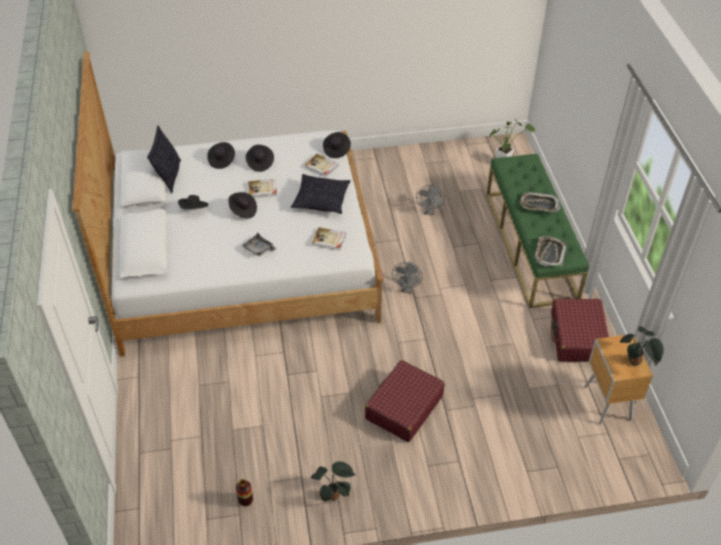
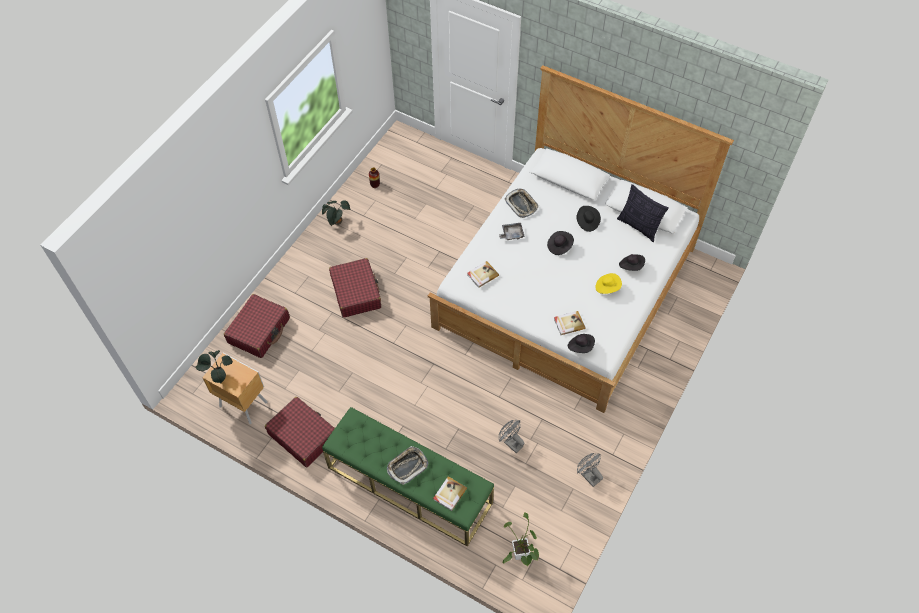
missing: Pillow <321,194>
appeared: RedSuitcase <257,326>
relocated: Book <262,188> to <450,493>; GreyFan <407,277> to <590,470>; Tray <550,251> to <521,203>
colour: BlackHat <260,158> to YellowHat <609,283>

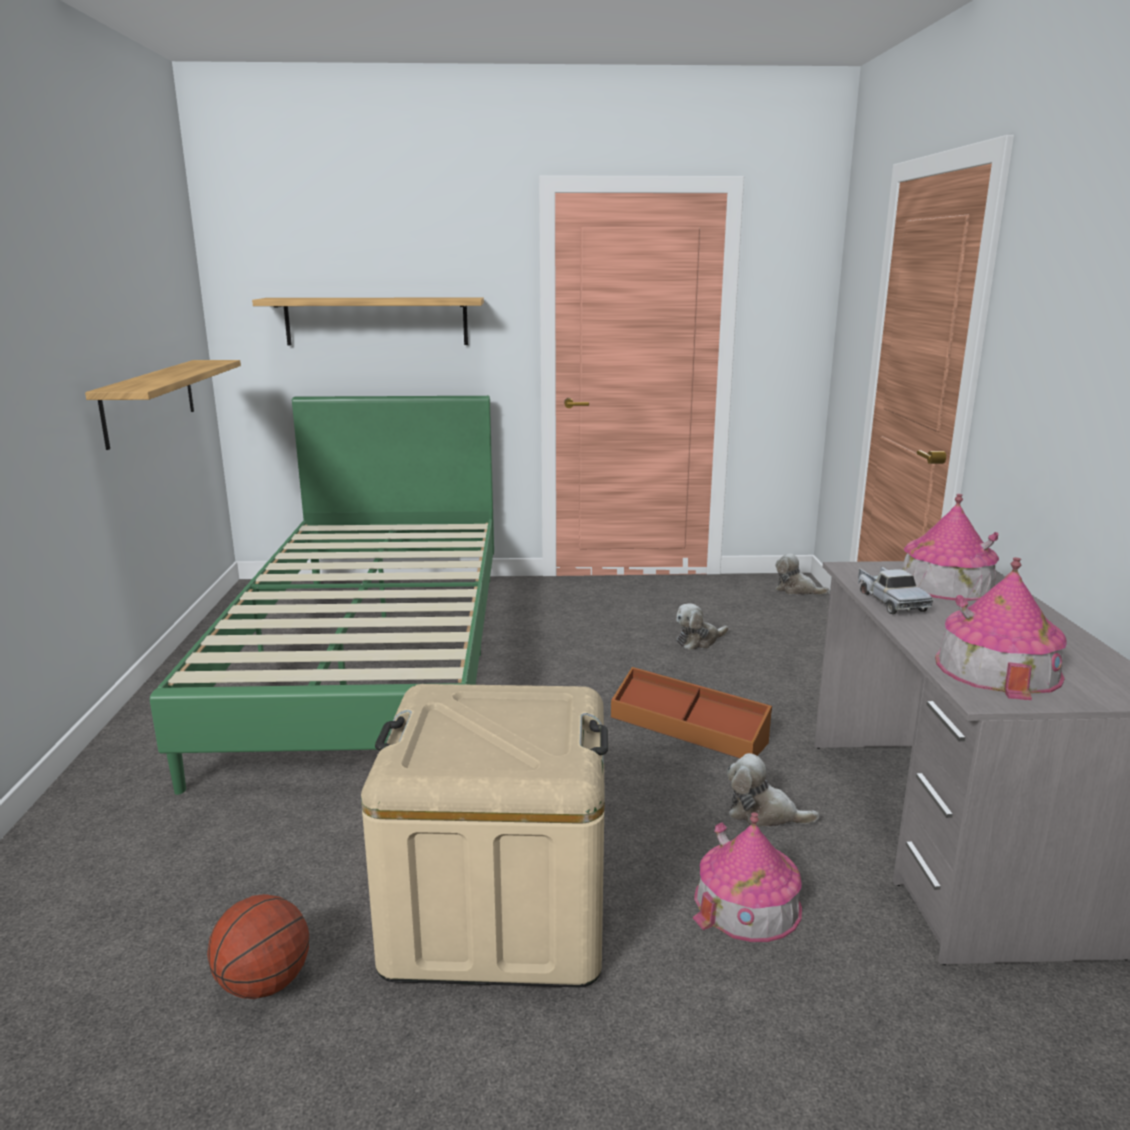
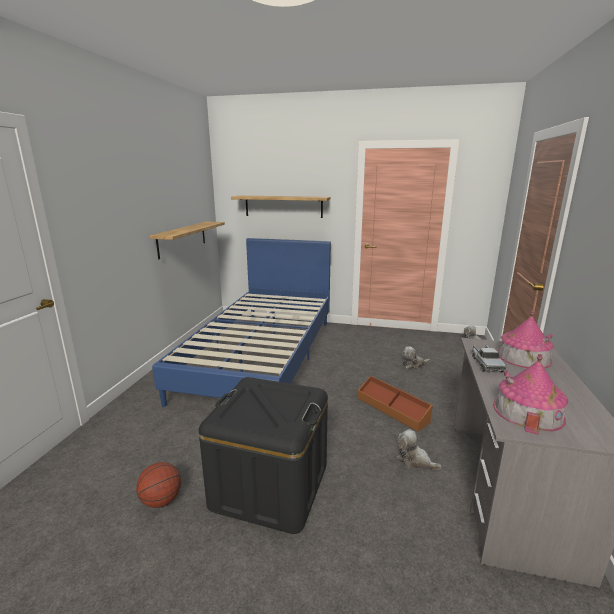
missing: ToyHouse <747,877>
colour: GreenBed <322,595> to BlueBed <241,322>; BeigeStorageBox <484,835> to BlackStorageBox <263,455>

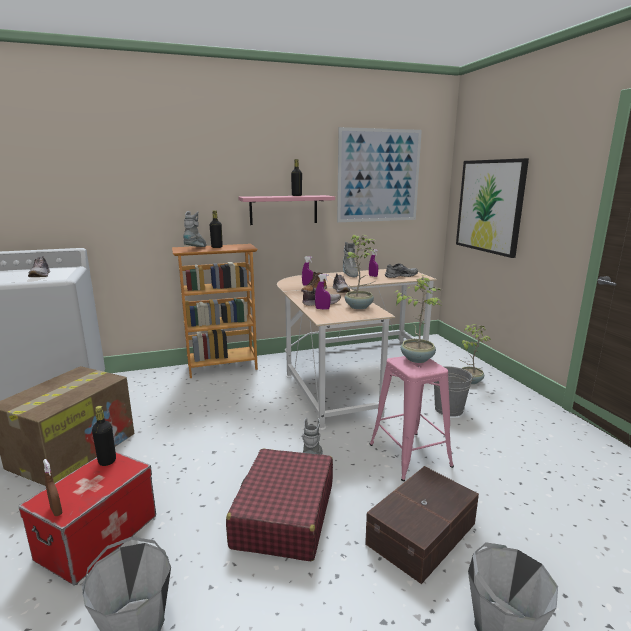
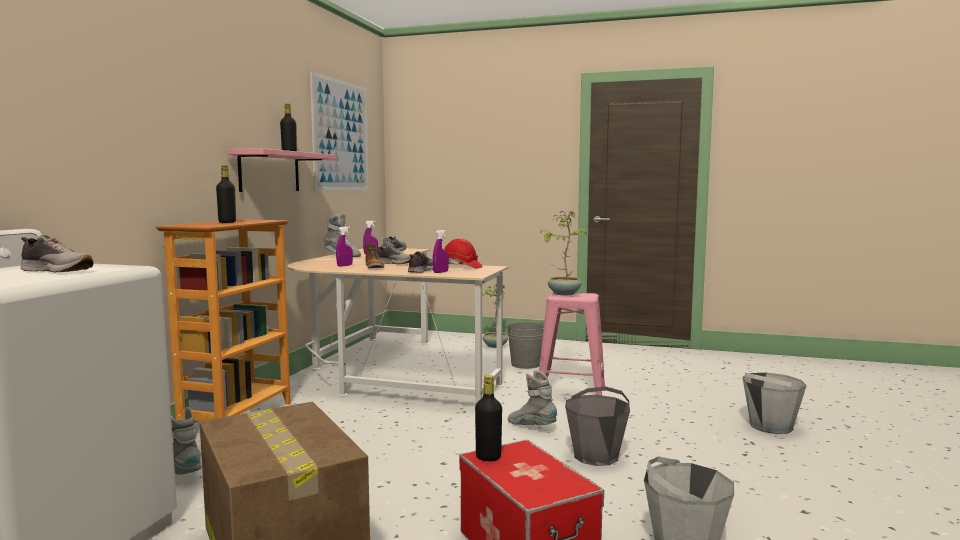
missing: BrownSprayBottle <52,487>; BrownStorageBox <422,525>; Picture <492,208>
relocated: GreyBoot <195,229> to <186,441>
exchanged: RedSuitcase <279,505> to GreyBucket <597,426>; PottedPlant <359,272> to RedHardHat <463,253>

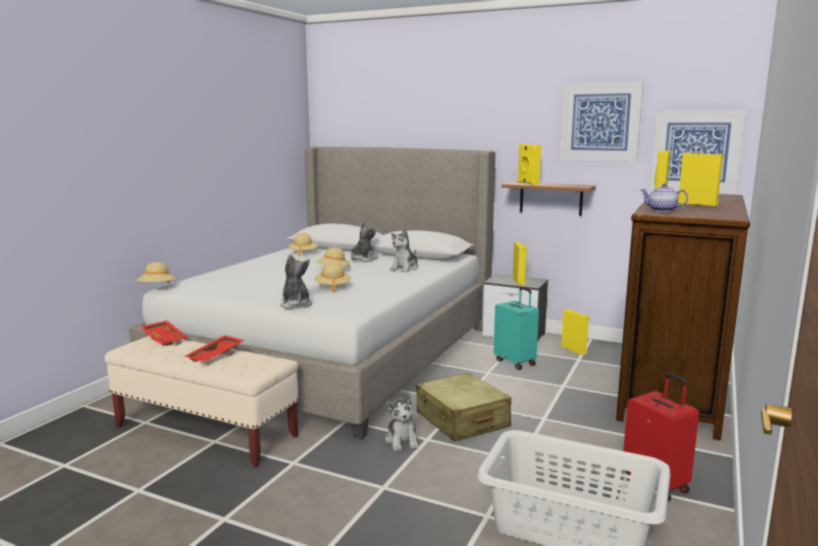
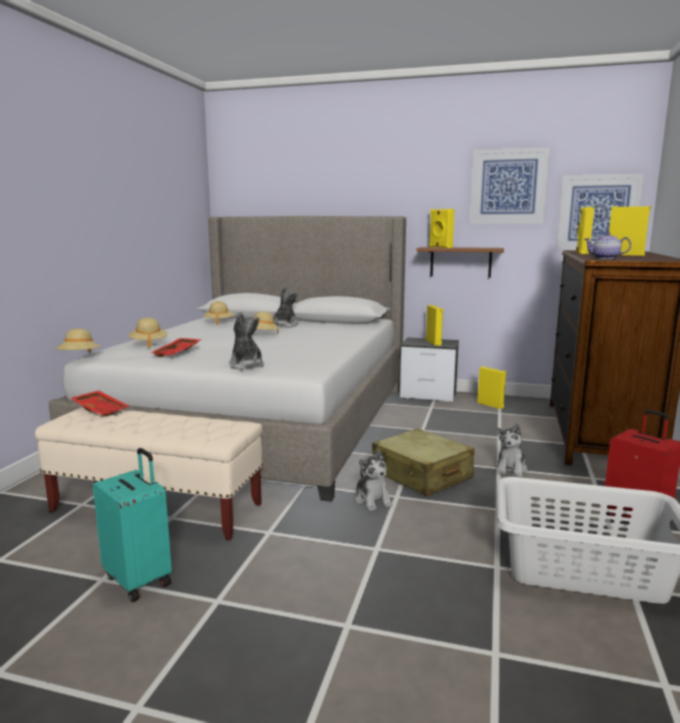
relocated: RedTray <214,348> to <176,347>; BeigeHat <332,277> to <148,333>; PlushToy <404,250> to <511,450>; TurquoiseSuitcase <516,328> to <132,525>

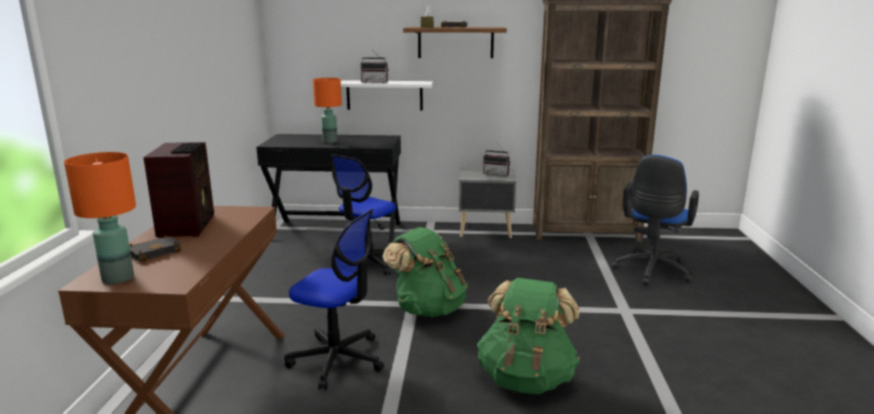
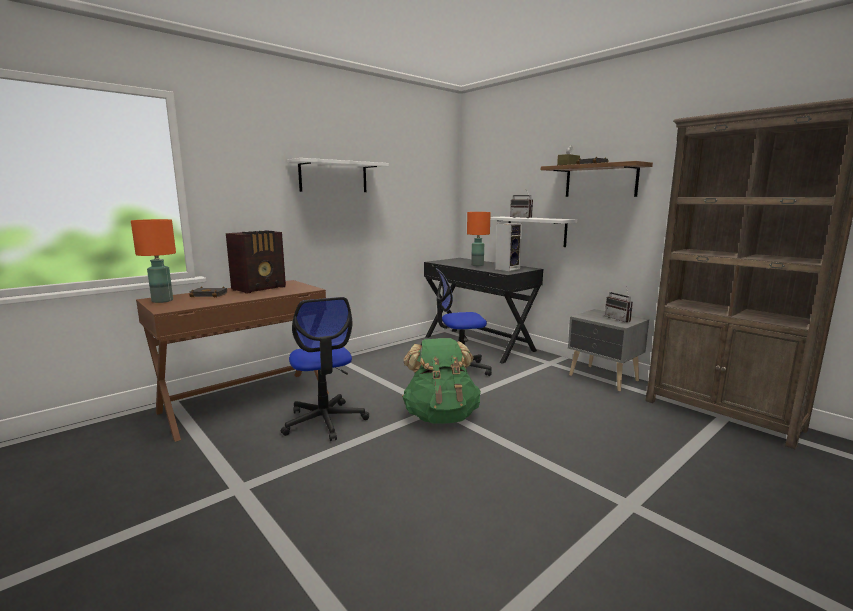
missing: GreenBackpack <528,336>; BlueOfficeChair <655,220>
appeared: WhiteShelf <338,175>; Speaker <508,247>

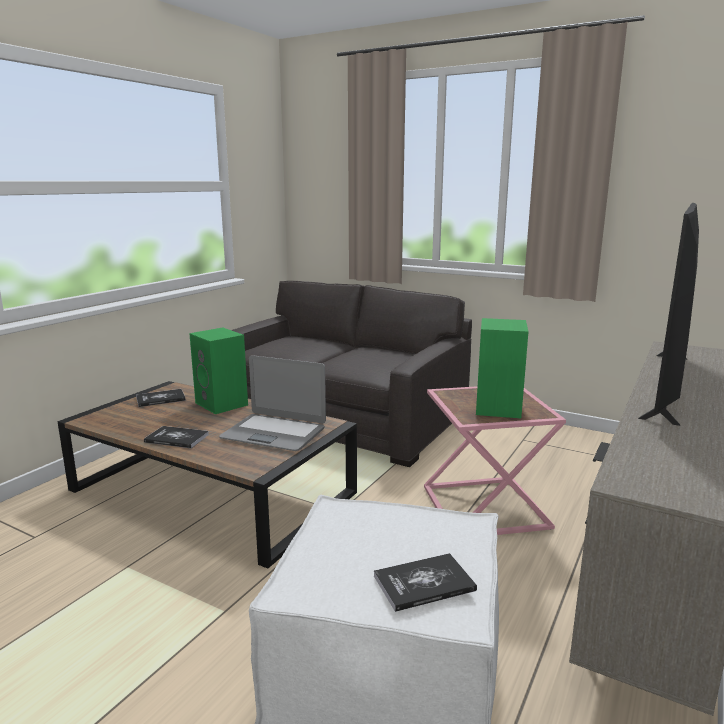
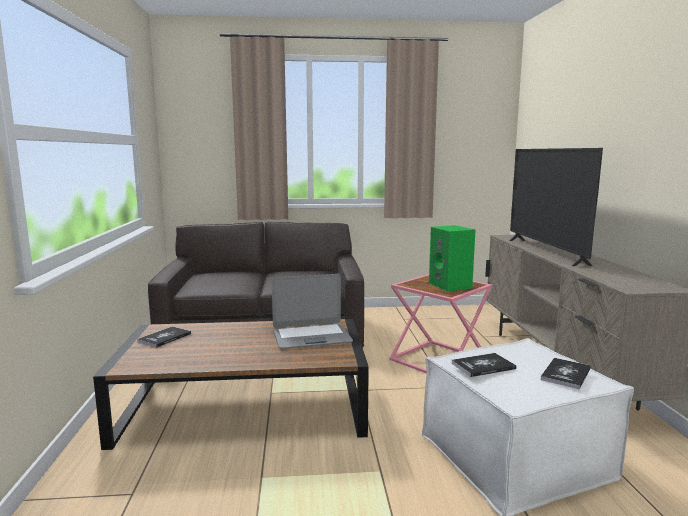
missing: GreenSpeaker <218,370>
relocated: Book <176,437> to <483,365>

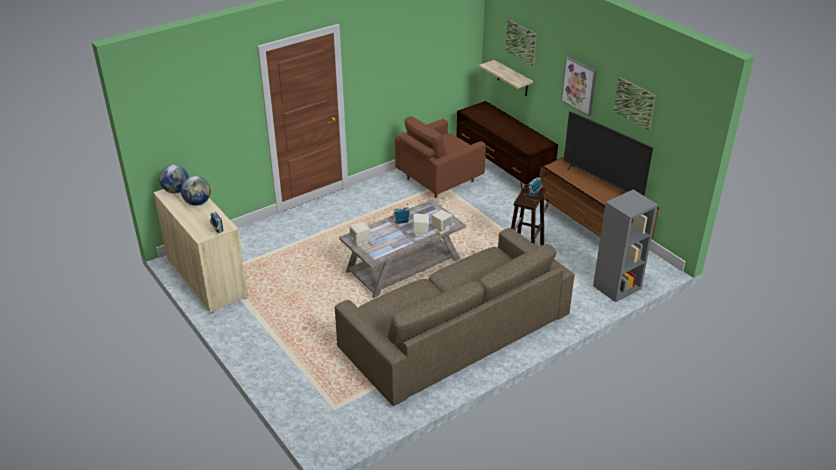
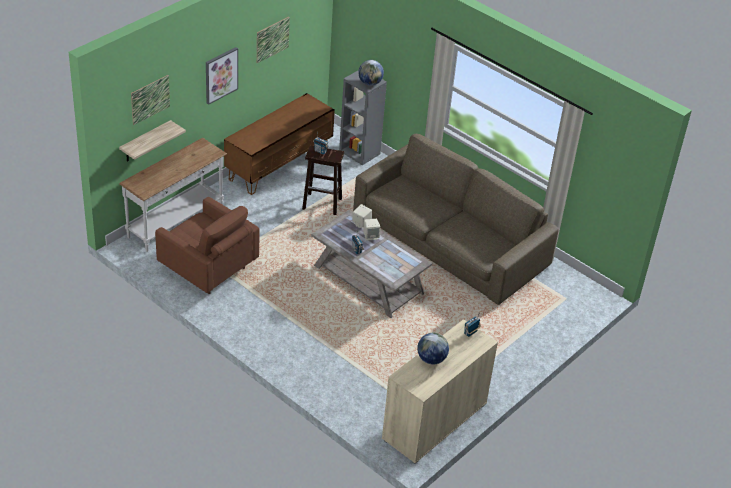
missing: BeigeSpeaker <359,234>; Television <608,153>
relocated: Globe <174,179> to <371,73>
exchanged: BrownTvStand <507,145> to WhiteConsoleTable <173,195>

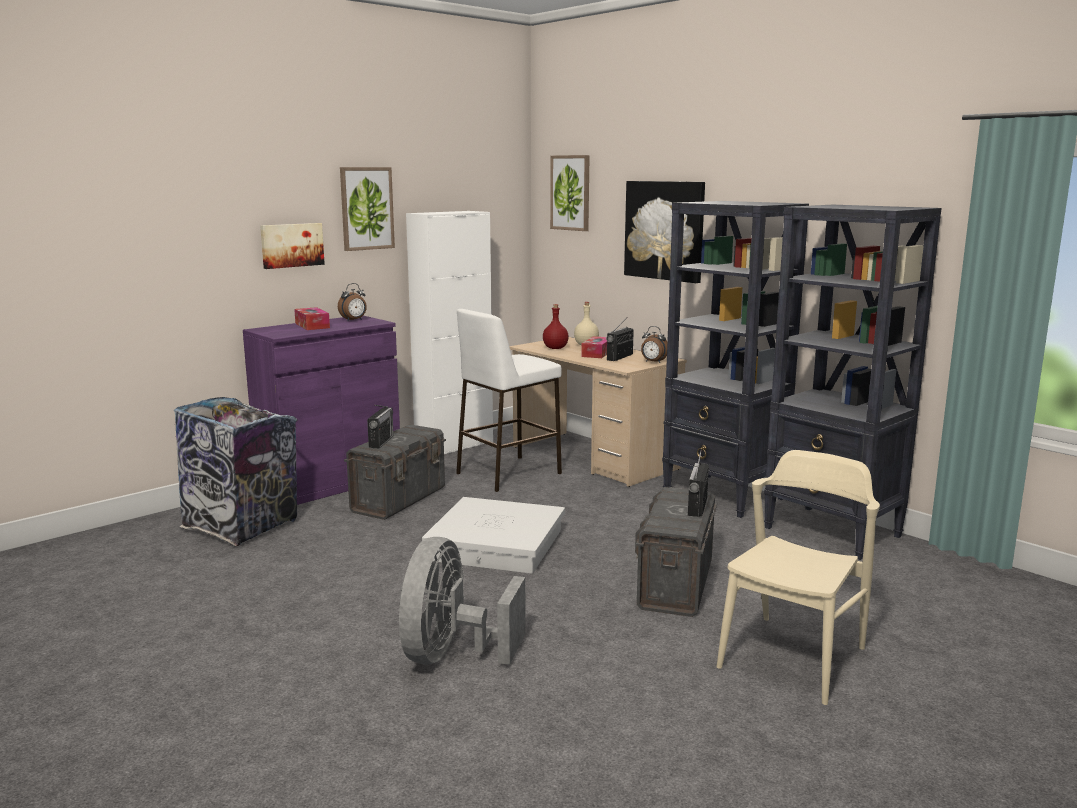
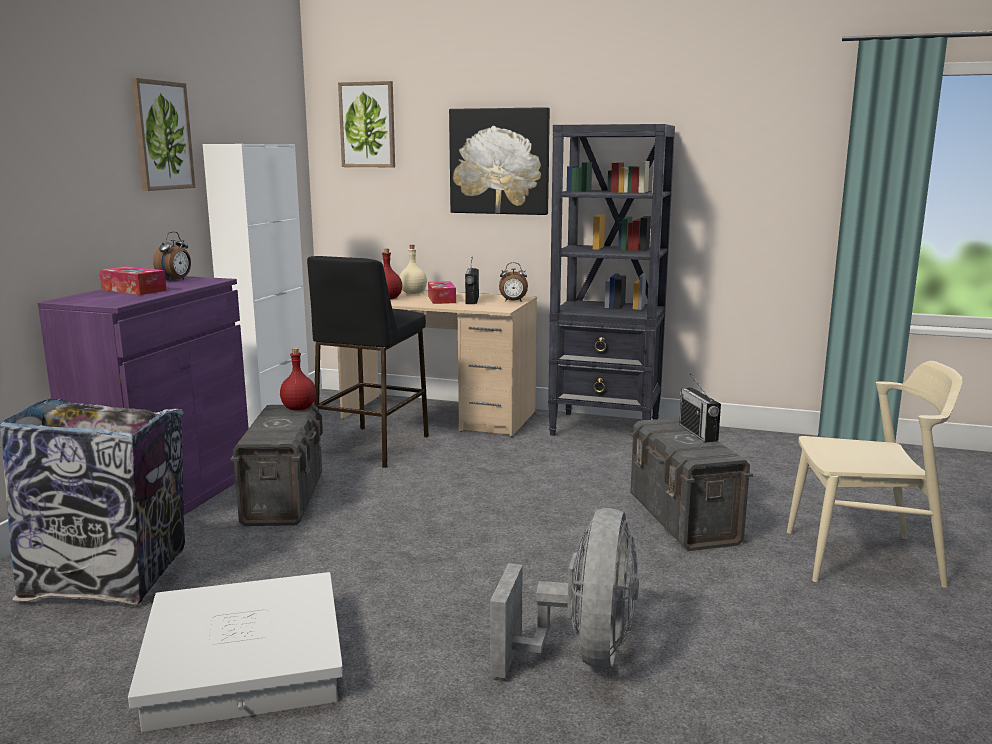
missing: Picture <292,246>; Radio <380,426>; BlackBookcase <853,382>
appeared: RedBottle <298,379>
relocated: WhiteStorageBox <493,535> to <235,652>
colour: WhiteStool <509,400> to BlackStool <368,362>
spun: GreyFan <462,601> = <564,593> 150 degrees counterclockwise; BeigeChair <798,577> = <875,474> 90 degrees clockwise

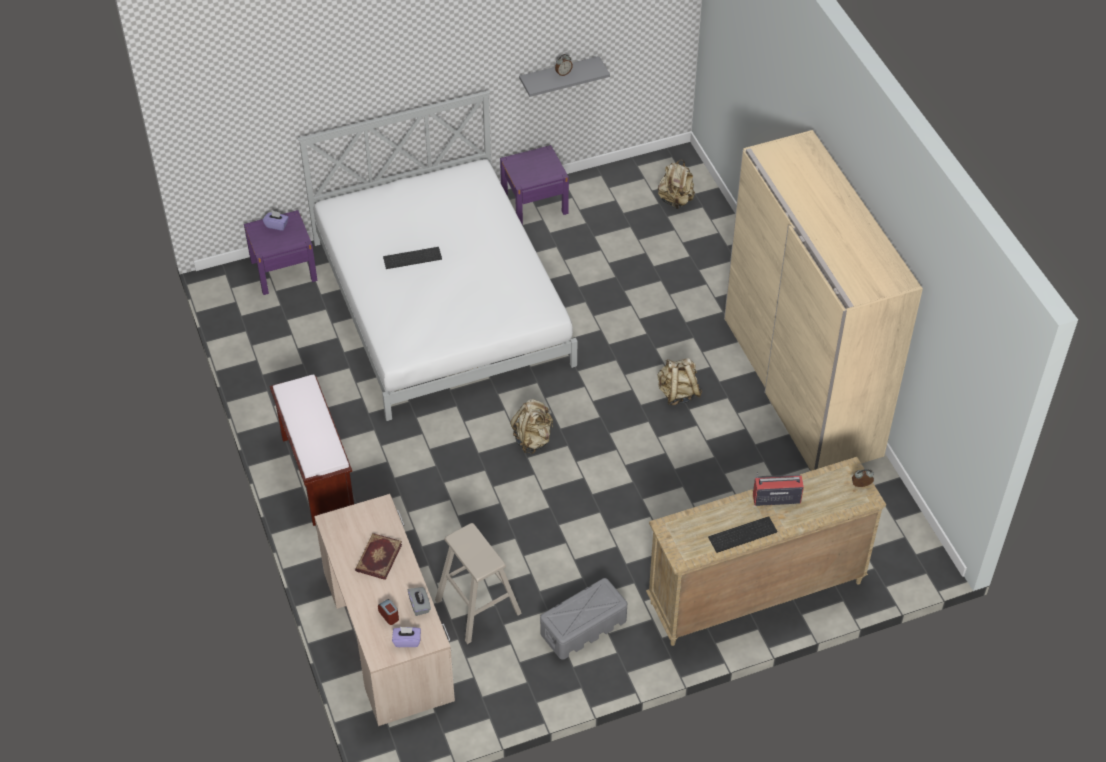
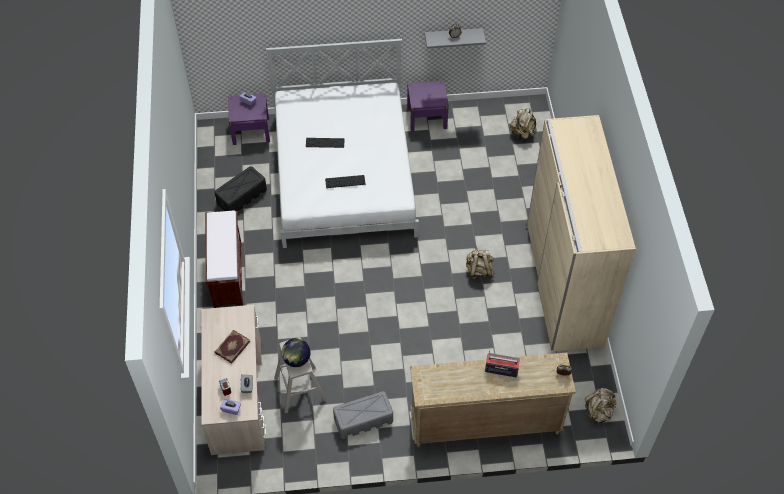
appeared: BlackStorageBox <240,188>; Globe <296,352>
relocated: BeigeBackpack <531,426> to <600,406>; Keyboard <742,534> to <345,181>

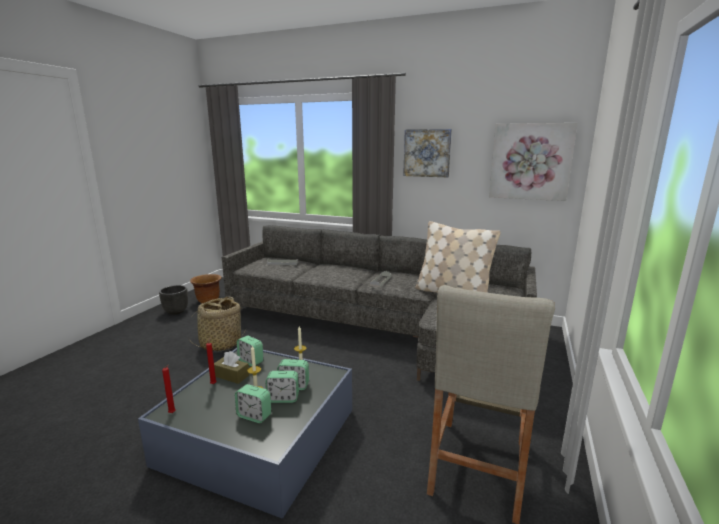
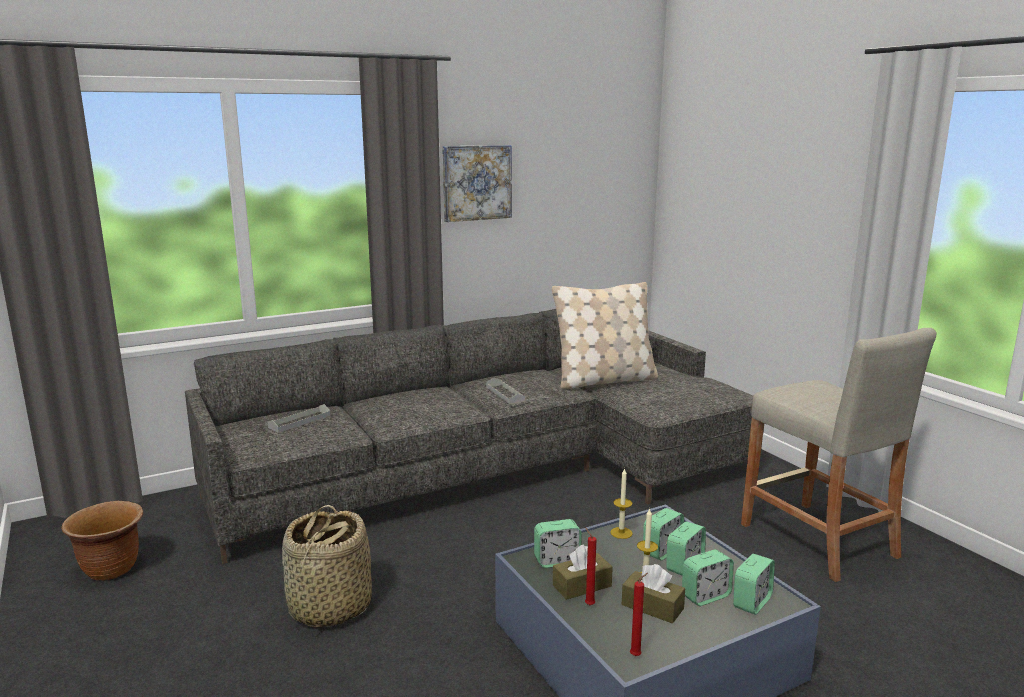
missing: BlackPlanter <173,300>; Picture <533,162>
appeared: BrownTissueBox <653,594>; AlarmClock <754,584>

